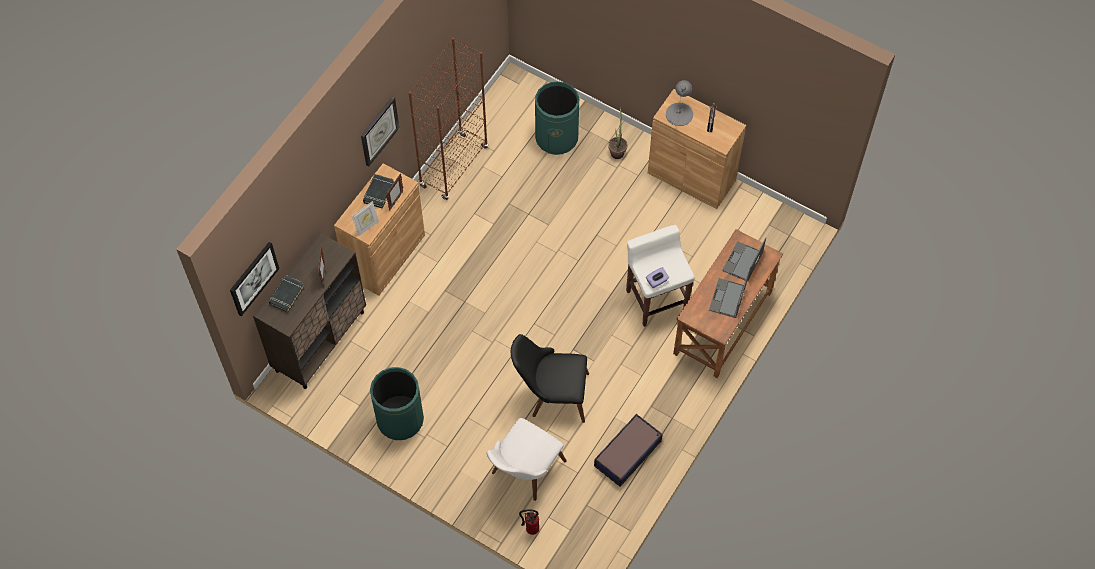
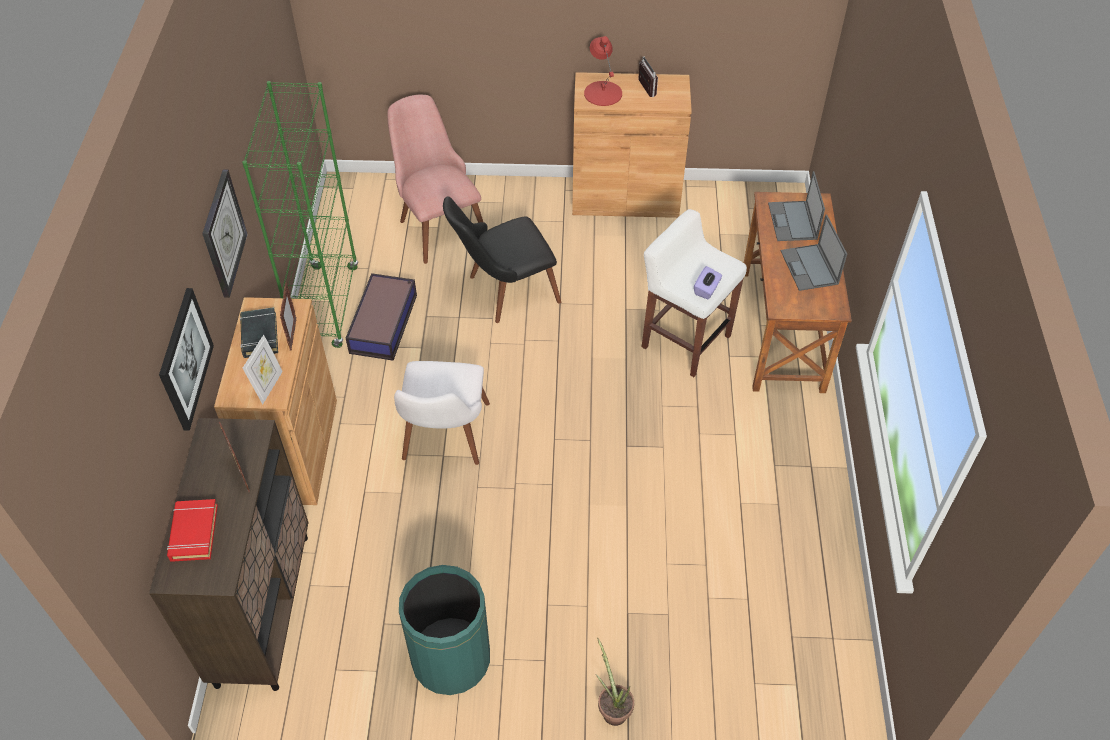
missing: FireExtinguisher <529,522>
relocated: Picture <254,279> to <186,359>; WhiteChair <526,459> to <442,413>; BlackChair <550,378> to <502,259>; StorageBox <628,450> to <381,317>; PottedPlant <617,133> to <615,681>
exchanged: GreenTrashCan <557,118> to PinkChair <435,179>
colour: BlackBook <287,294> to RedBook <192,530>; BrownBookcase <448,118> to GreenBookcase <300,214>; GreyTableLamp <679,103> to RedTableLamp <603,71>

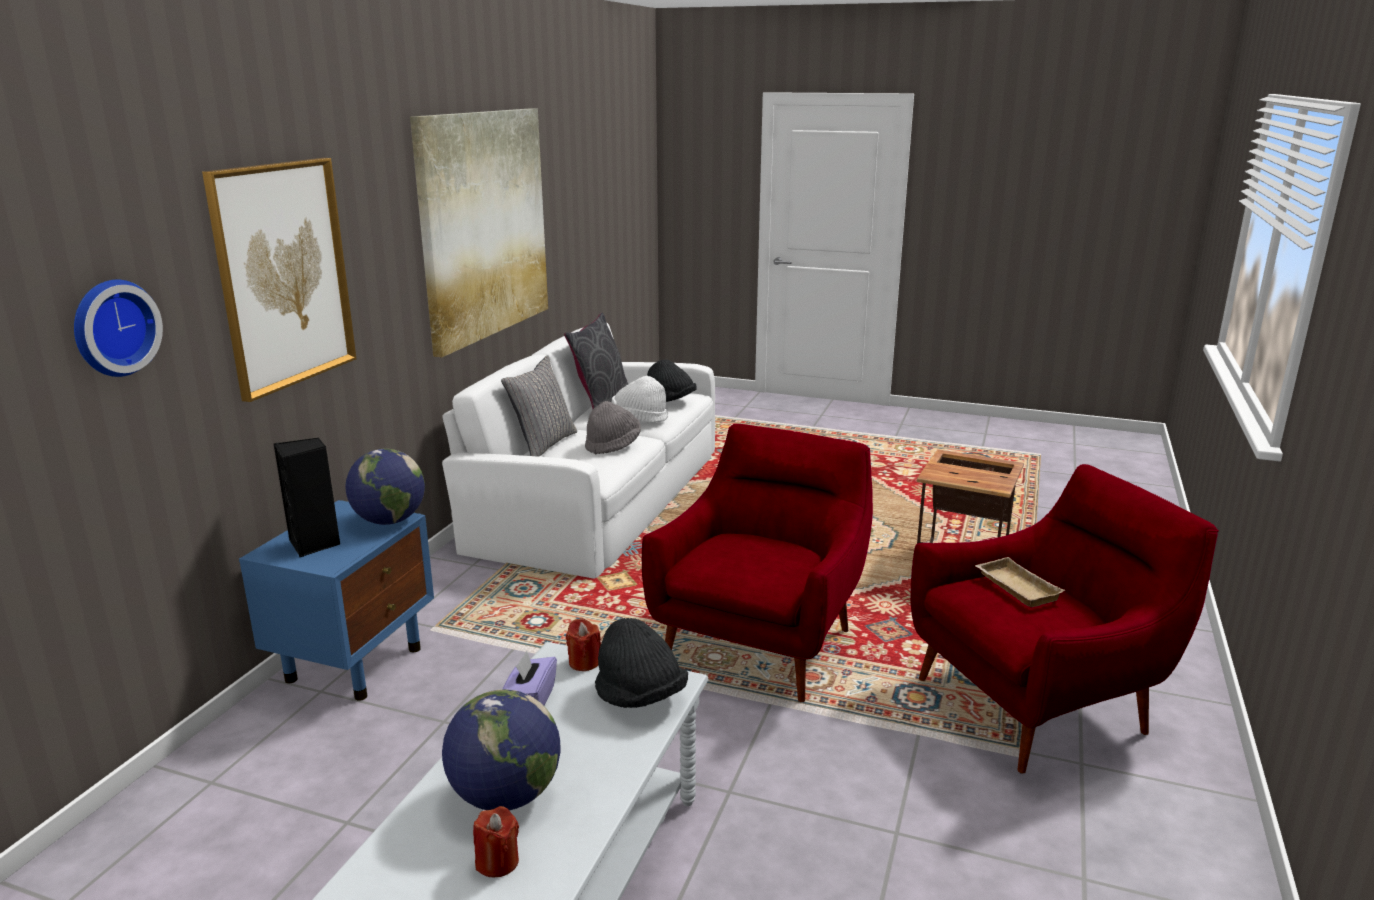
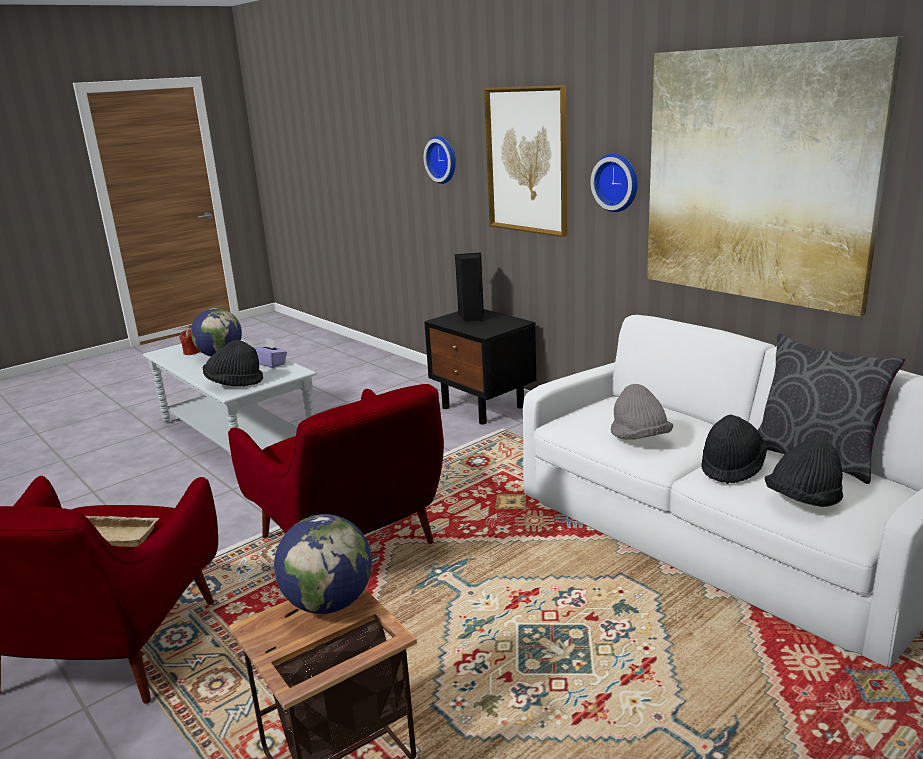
missing: GreyPillow <539,406>; RedCandle <583,644>
appeared: WallClock <614,183>
relocated: Globe <385,487> to <323,564>
colour: BlueNightstand <336,600> to BlackNightstand <480,367>; WhiteHat <640,399> to BlackHat <734,449>

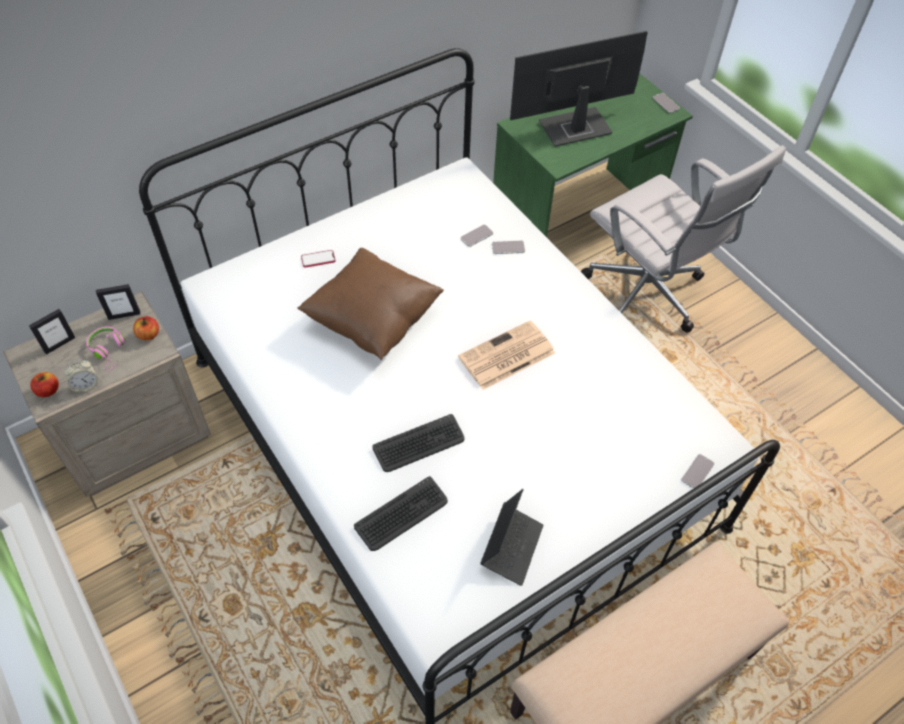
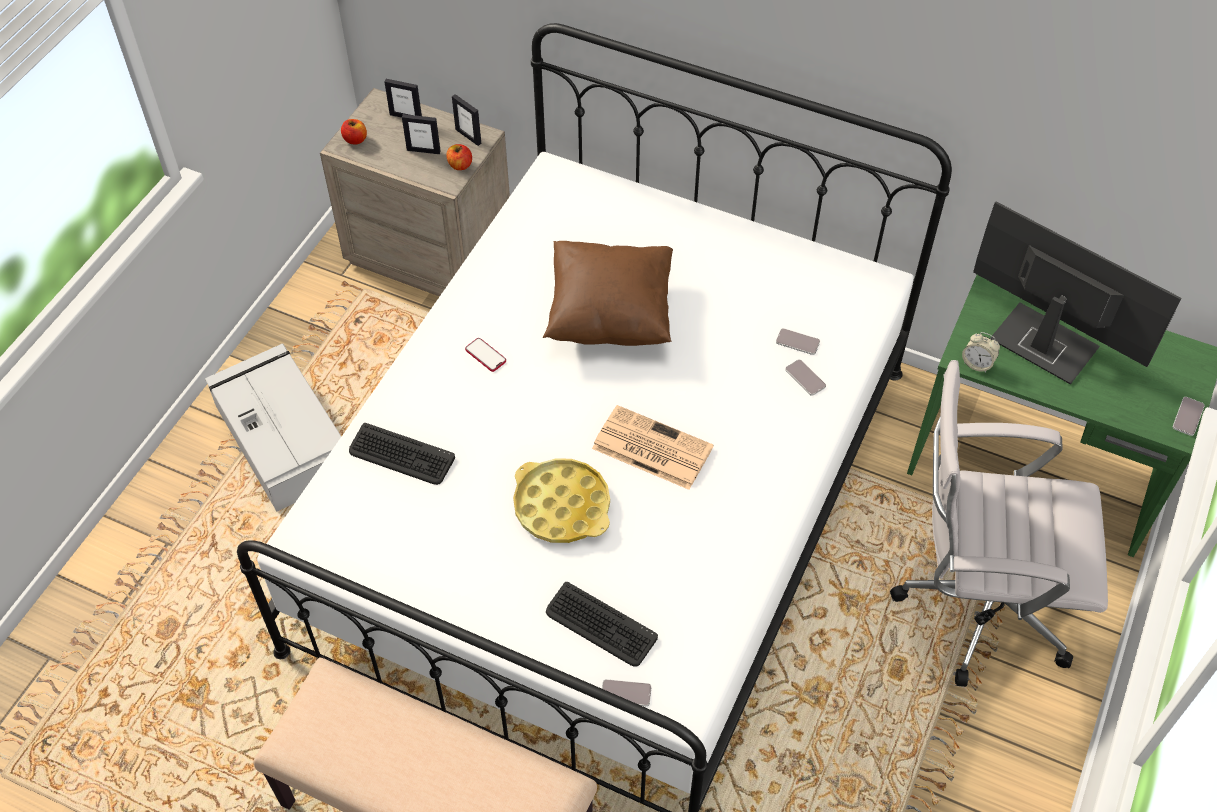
missing: Laptop <511,537>
appeared: GreyStorageBox <273,427>; YellowTray <561,500>
relocated: AlarmClock <81,376> to <981,352>; Phone <318,259> to <485,355>; Keyboard <418,443> to <602,624>
exchanged: PinkHeadphones <106,348> to PictureFrame <421,134>
spun: WhiteOfficeChair <683,239> = <999,523> 75 degrees clockwise

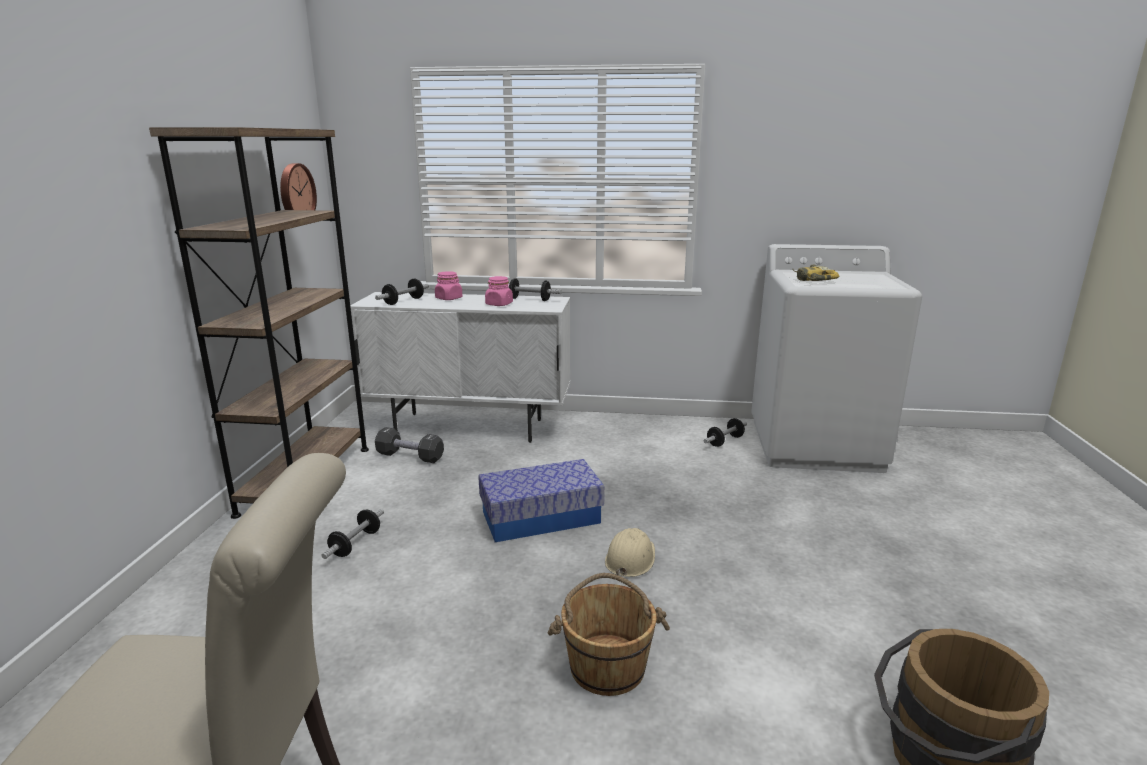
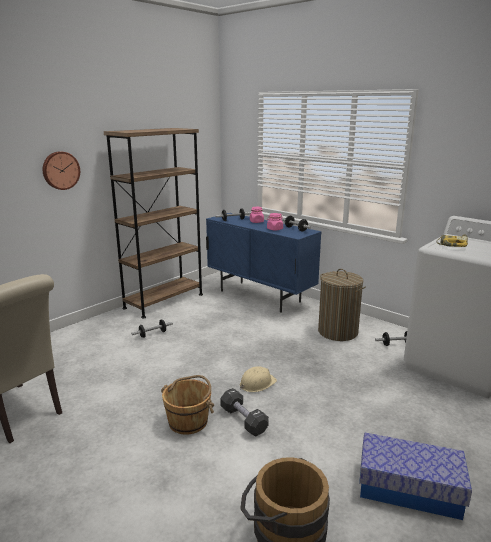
appeared: LaundryBasket <342,305>
relocated: WallClock <298,186> to <61,170>; BlackDumbbell <409,445> to <244,412>; StorageBox <541,500> to <415,476>
colour: WhiteCabinet <460,367> to BlueCabinet <263,263>

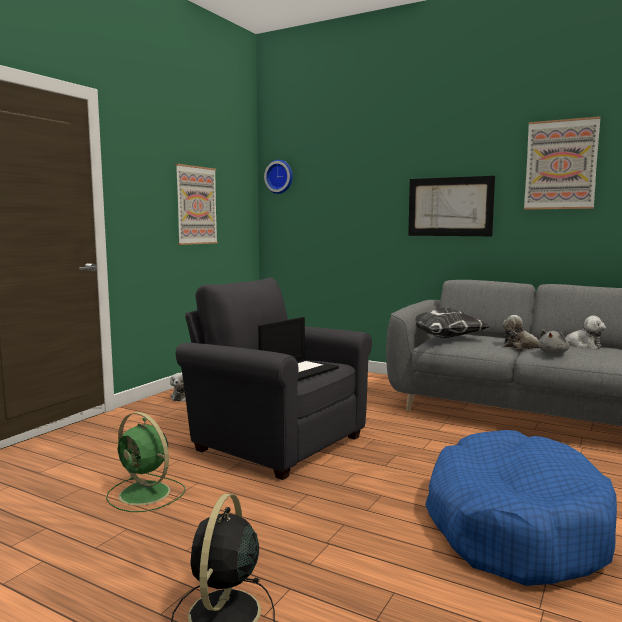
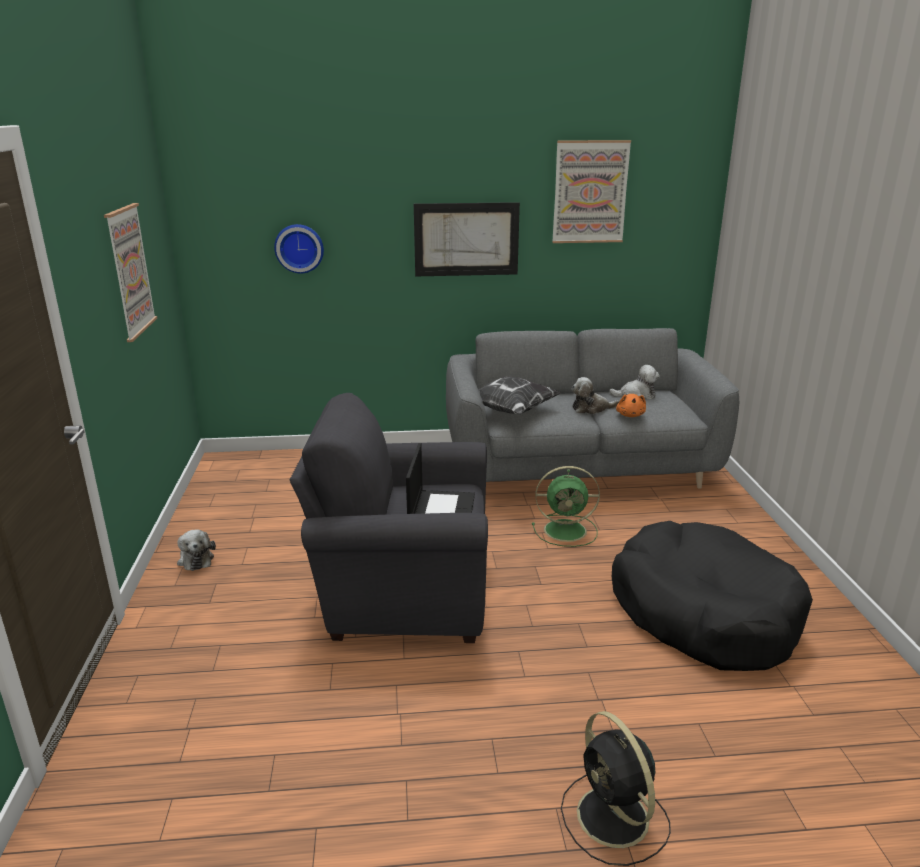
relocated: GreenFan <145,462> to <566,506>; WallClock <278,177> to <299,248>
colour: BlueDogBed <521,508> to BlackDogBed <712,596>; GreyPlushToy <553,341> to OrangePlushToy <631,405>

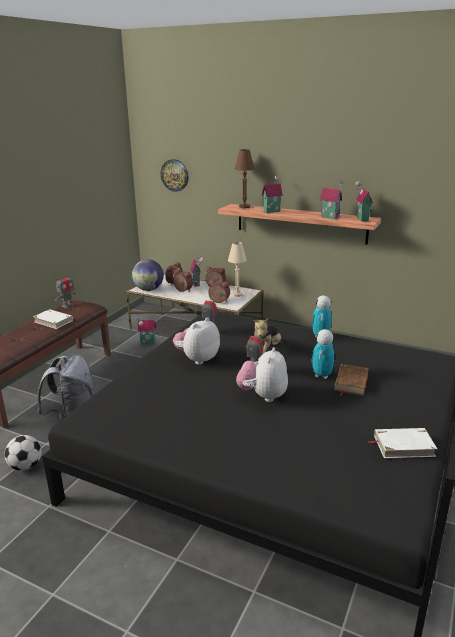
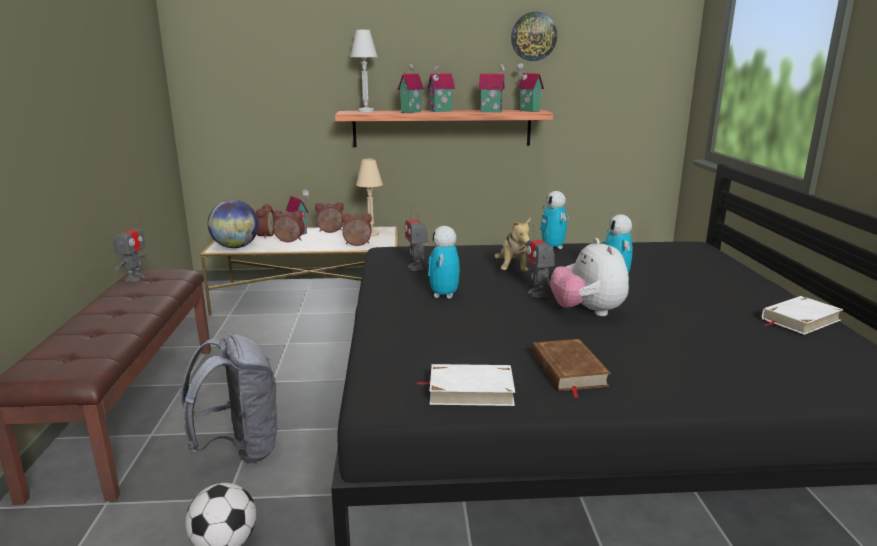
relocated: WhiteBook <53,319> to <466,385>; ToyHouse <146,330> to <441,88>; WallClock <175,175> to <534,36>; BrownBook <351,380> to <571,368>
exchanged: PlushToy <196,341> to ToyRobot <444,262>
colour: BrownTableLamp <244,178> to WhiteTableLamp <364,71>

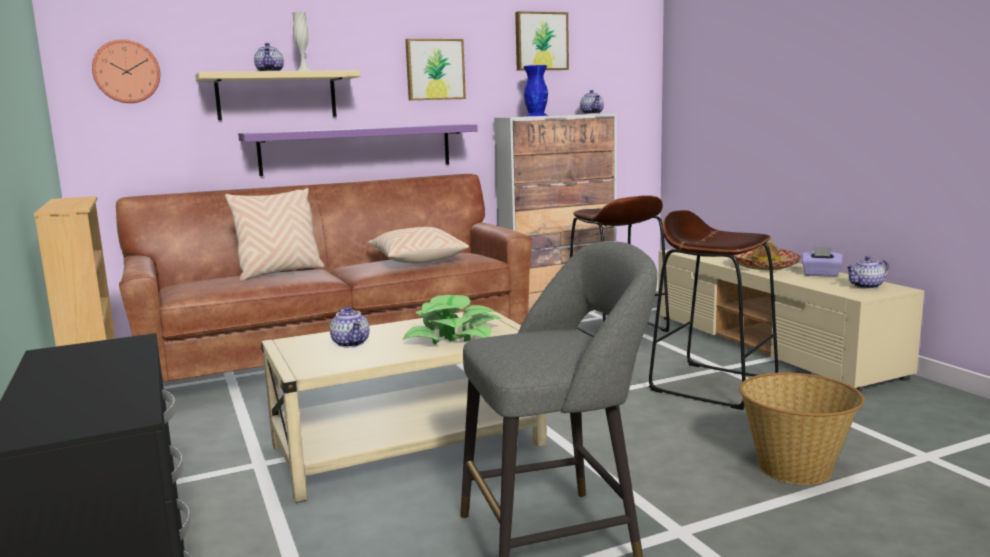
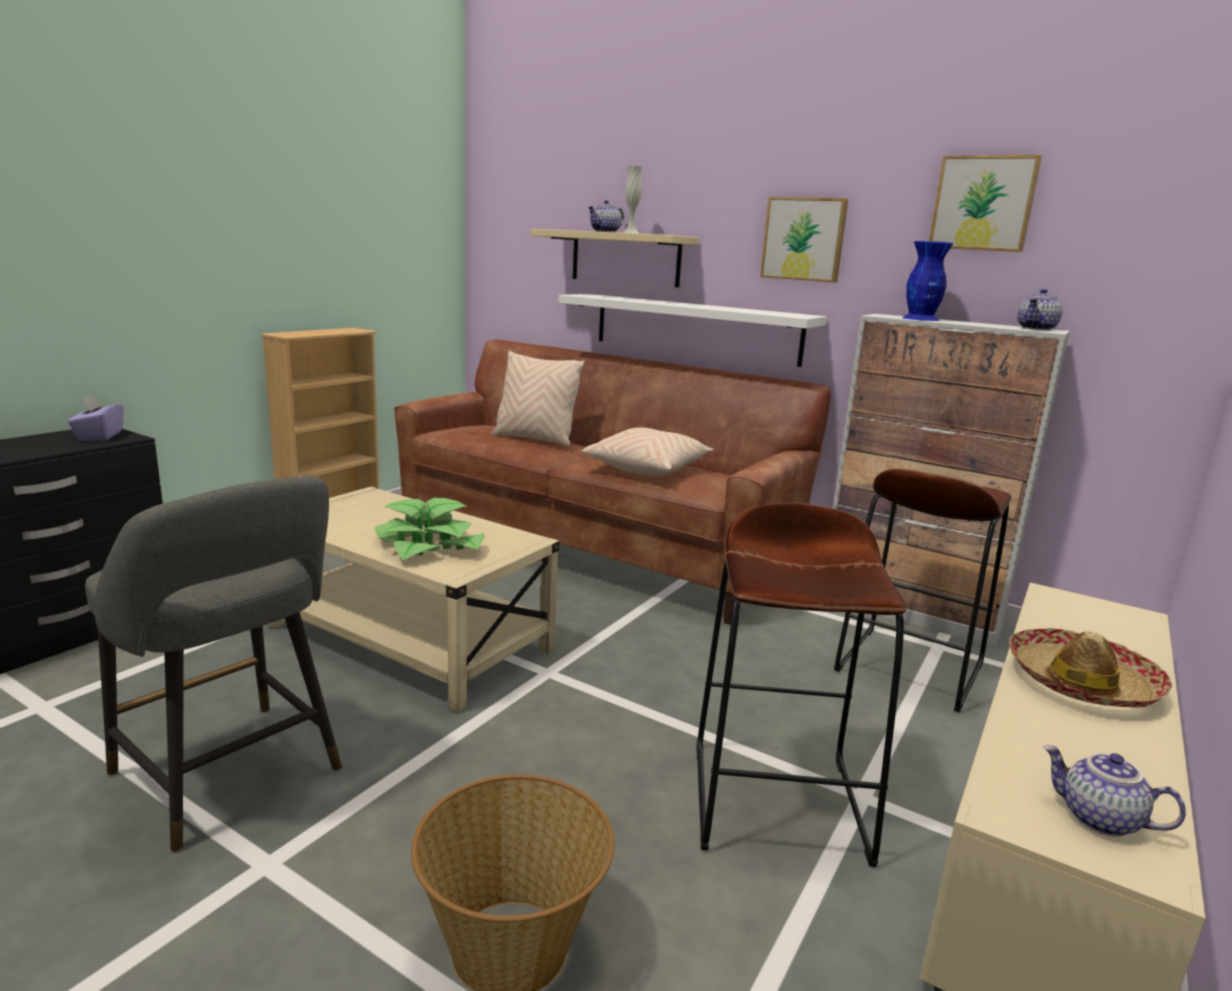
missing: WallClock <126,71>; Teapot <349,327>
relocated: PurpleTissueBox <822,262> to <96,417>
colour: PurpleShelf <358,150> to WhiteShelf <693,330>

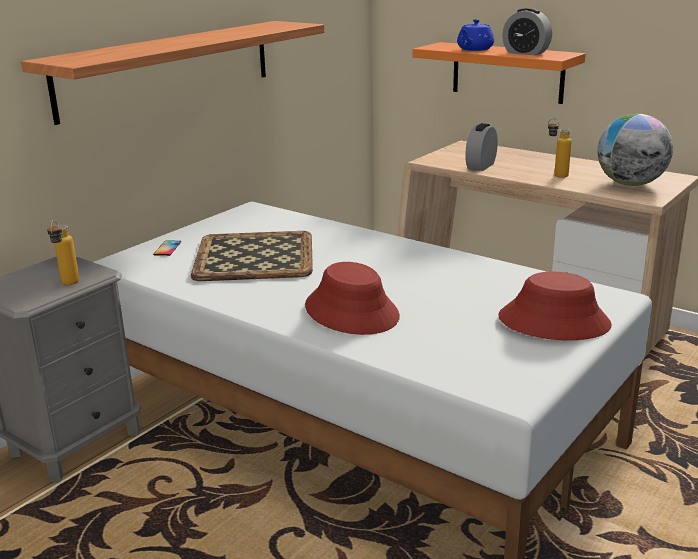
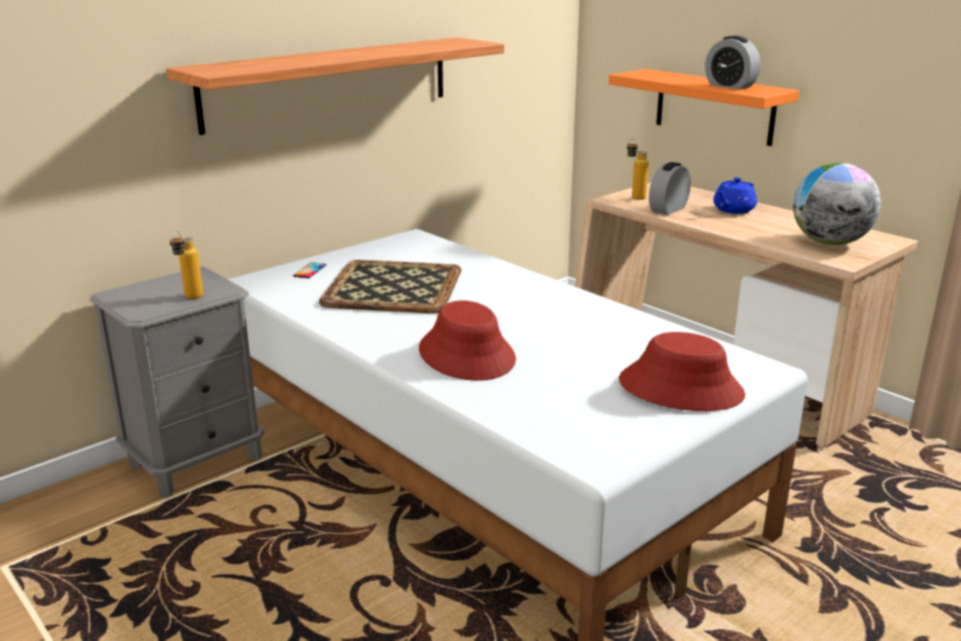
relocated: BlueTeapot <475,35> to <735,195>; Bottle <560,148> to <638,169>

